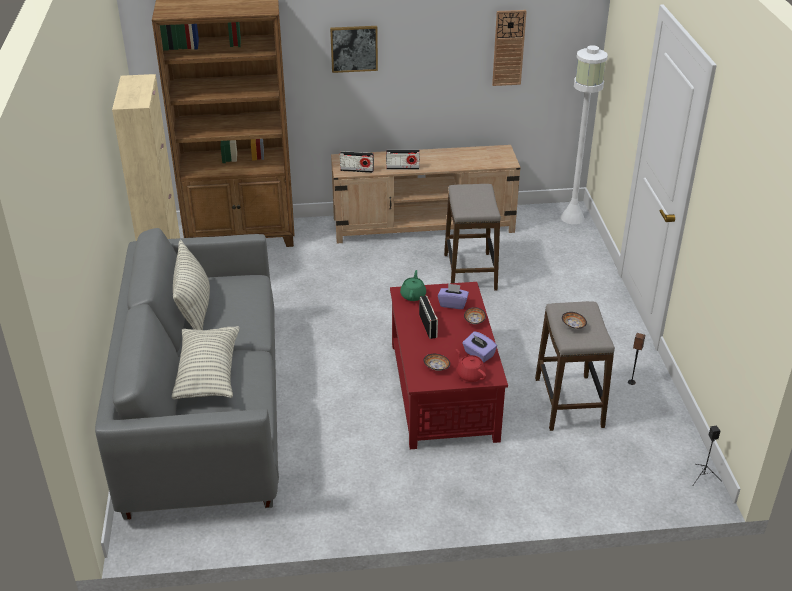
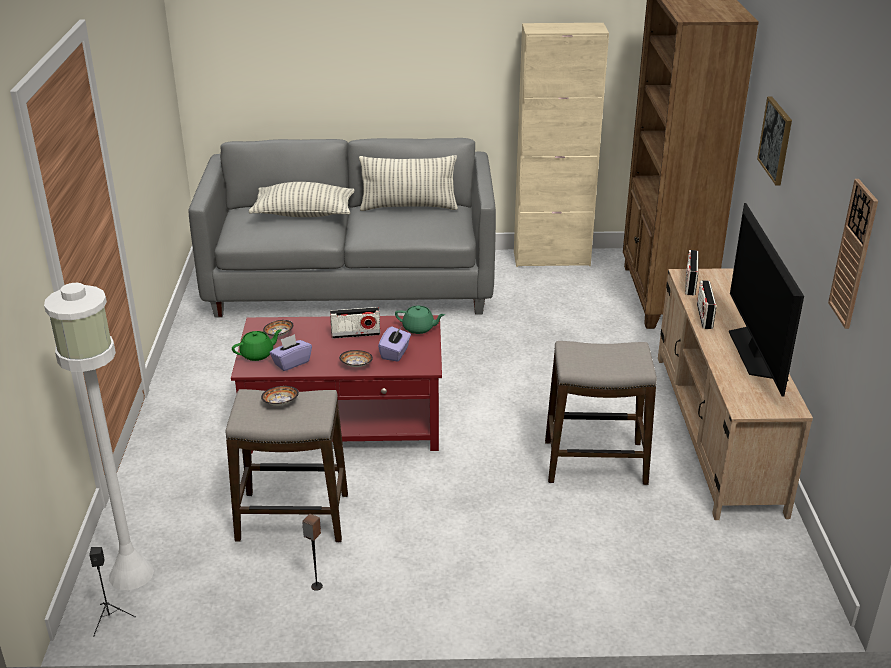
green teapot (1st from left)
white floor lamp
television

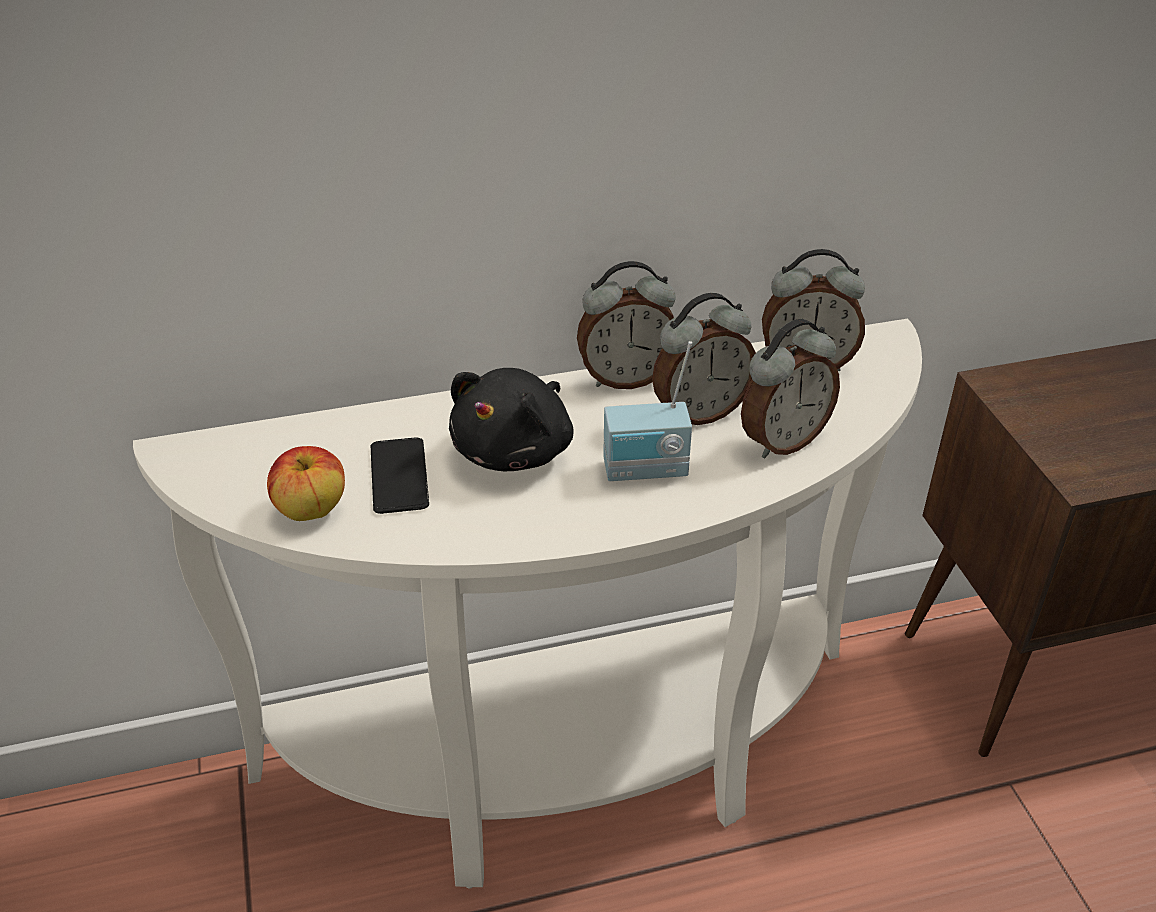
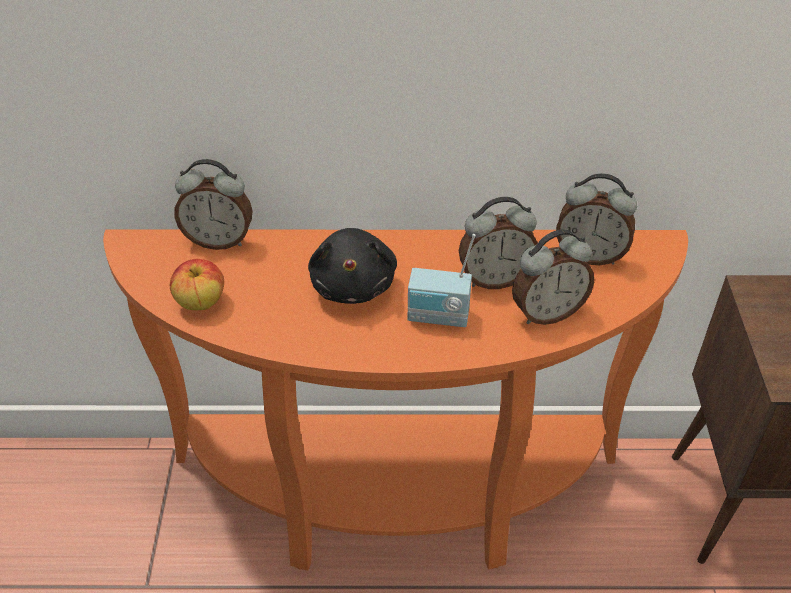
orange console table
phone
black plush toy
alarm clock (1st from left)

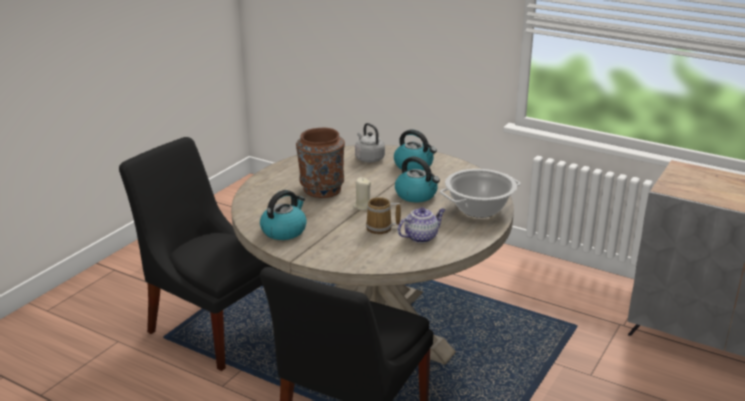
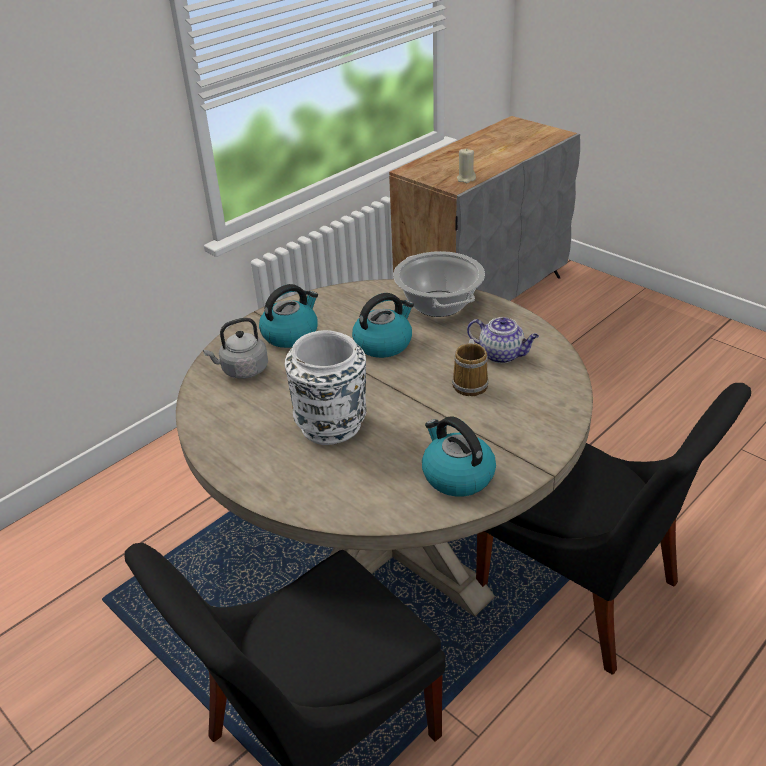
white vase
beige candle
teapot

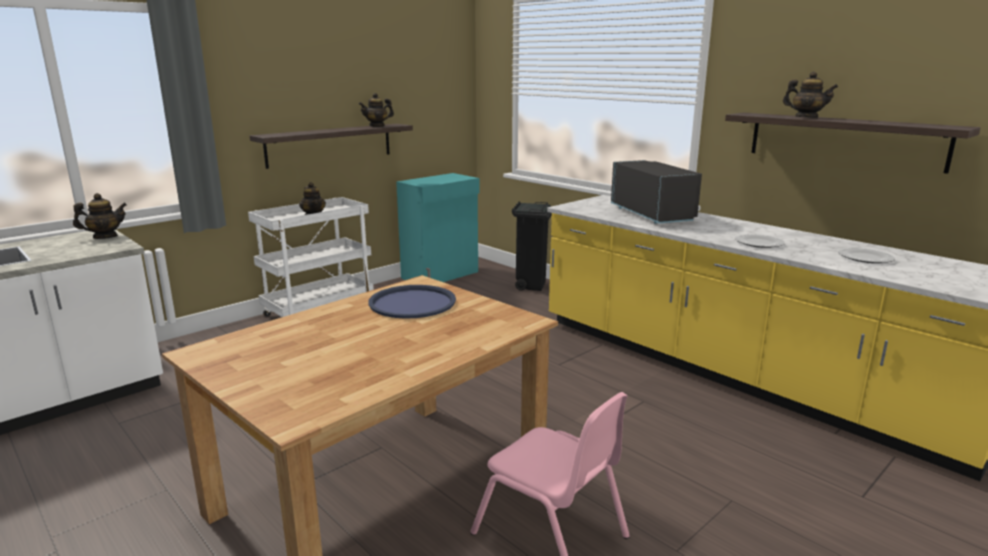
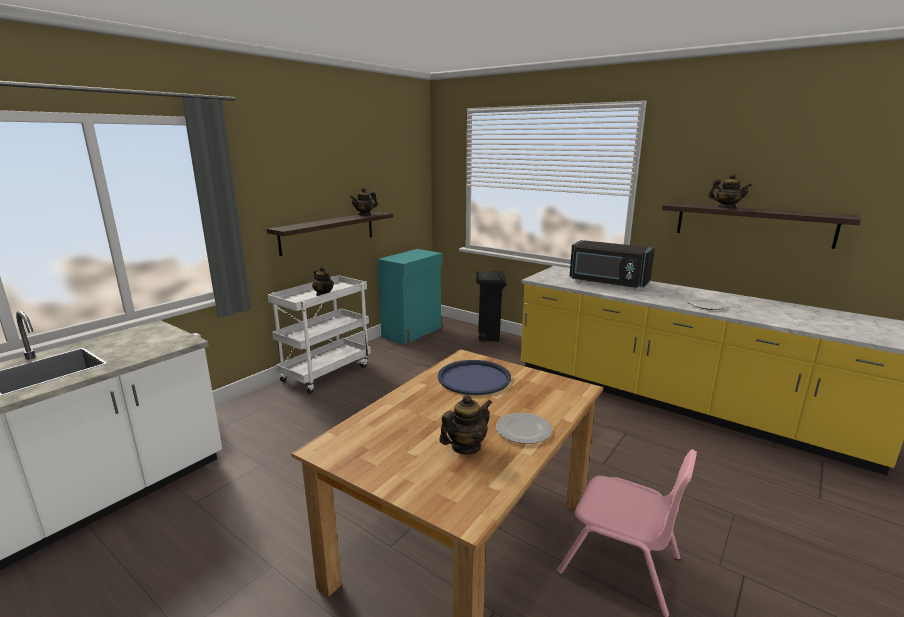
teapot (3rd from left)
black microwave
plate (1st from left)

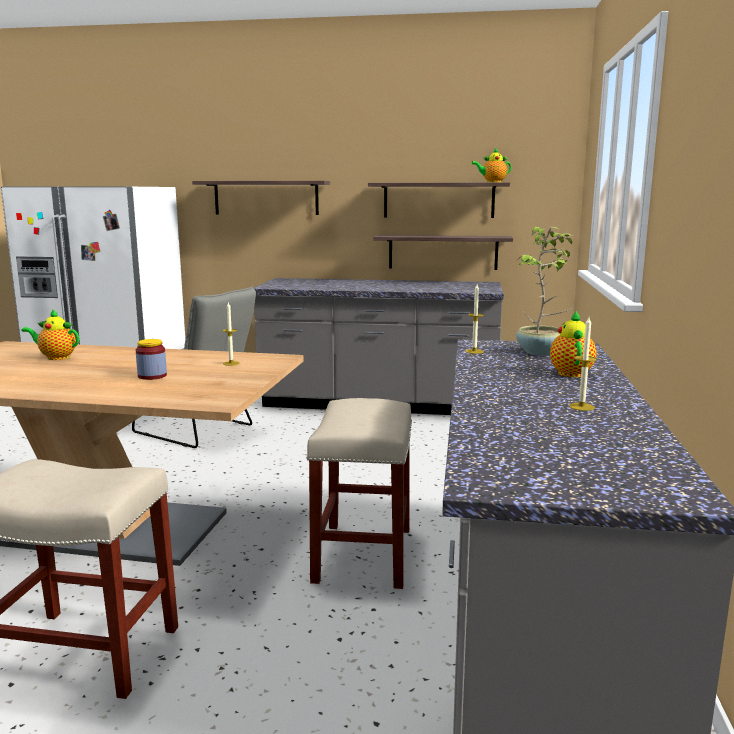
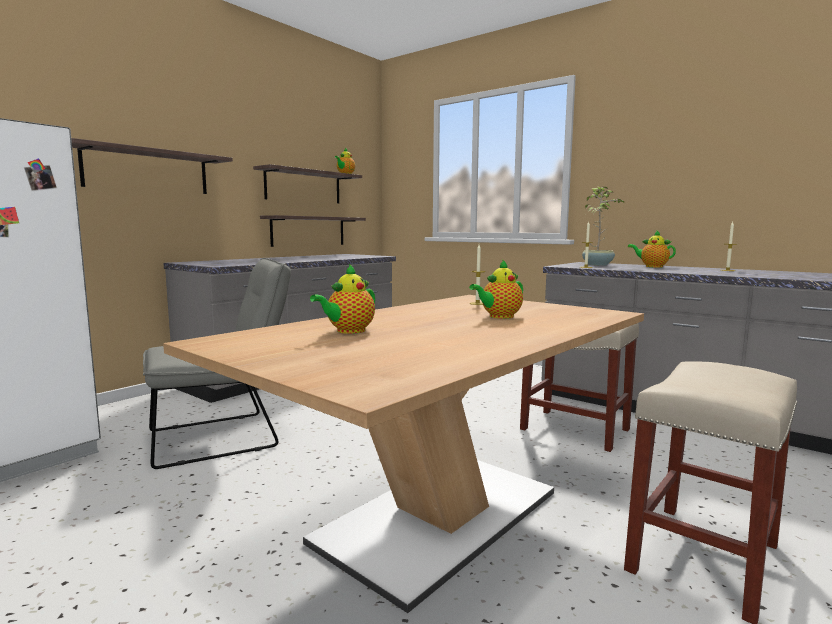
teapot (3rd from left)

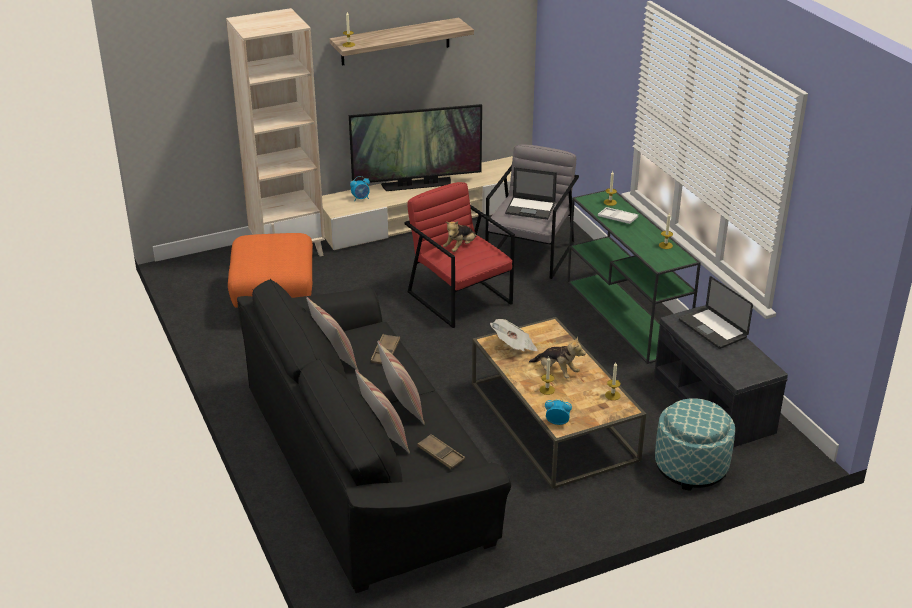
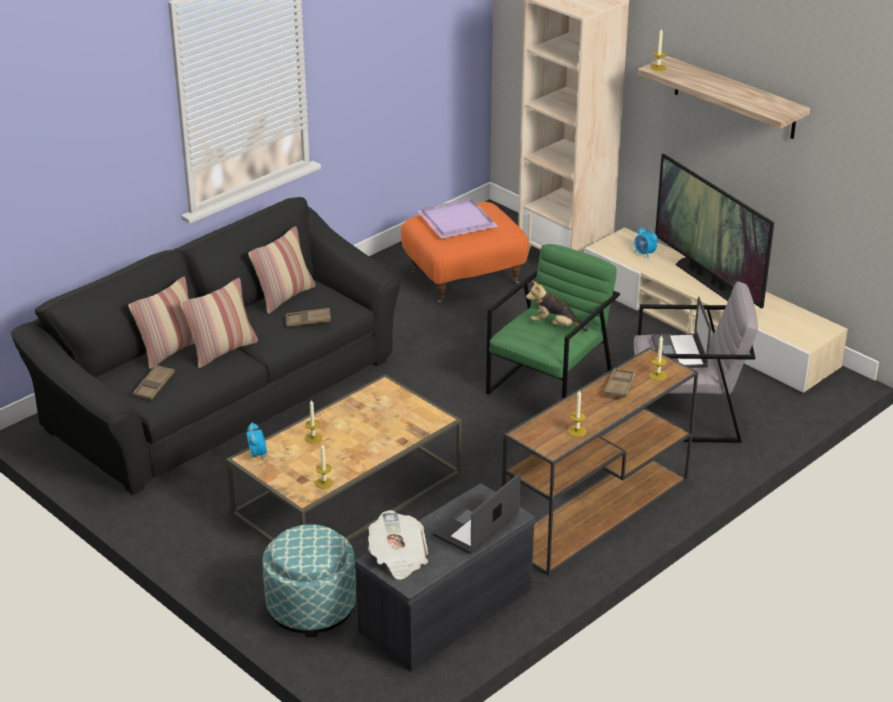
green armchair
newspaper
plush toy (2nd from left in the first image)
brown console table
brown tray (3rd from left)
purple tray

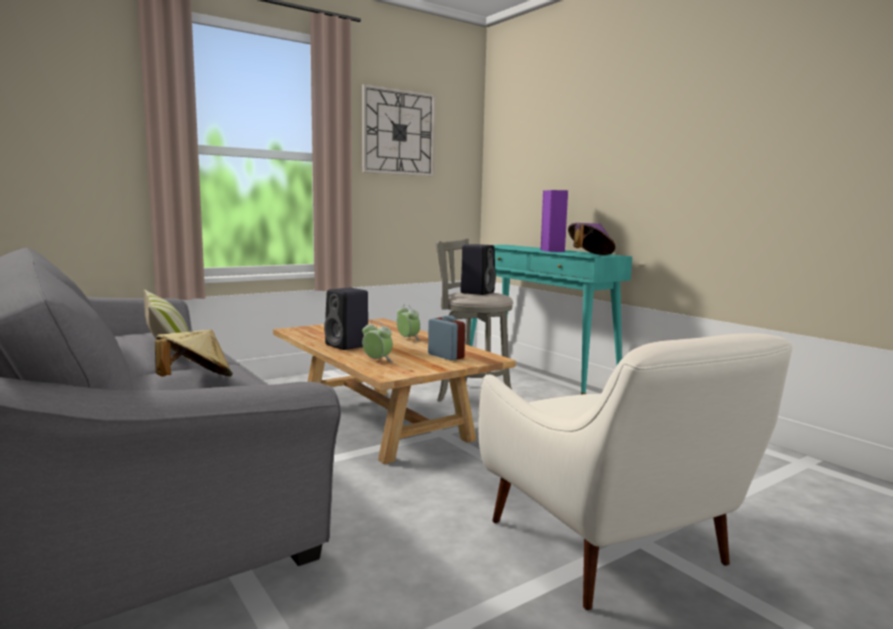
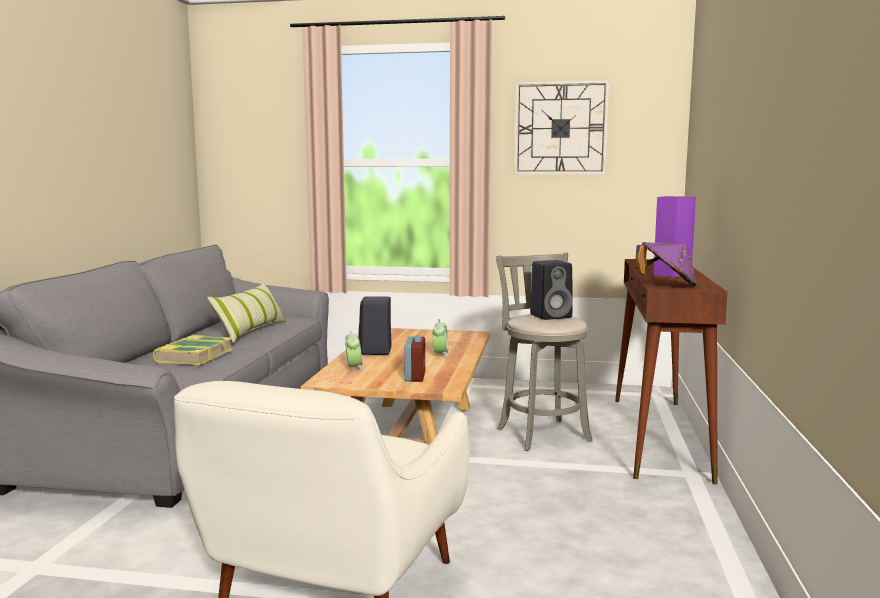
book
brown console table

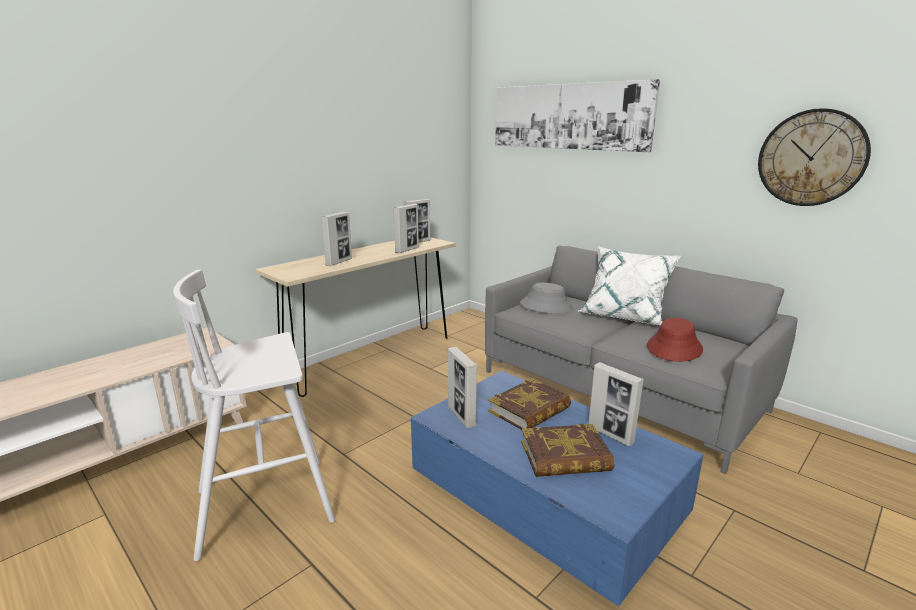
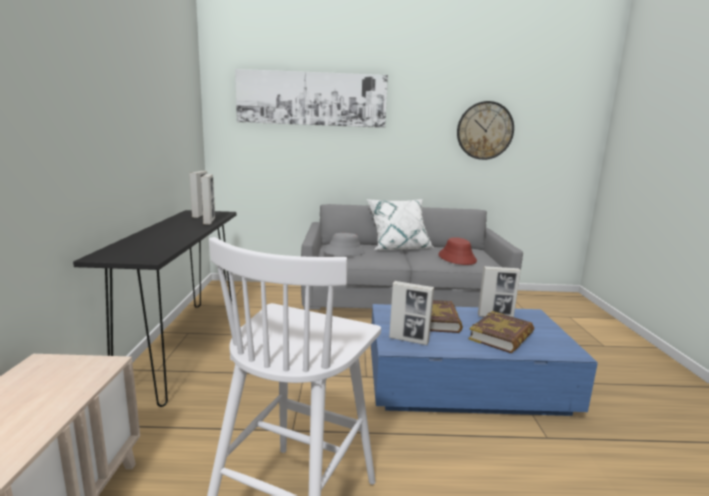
black console table
picture frame (1st from left in the first image)

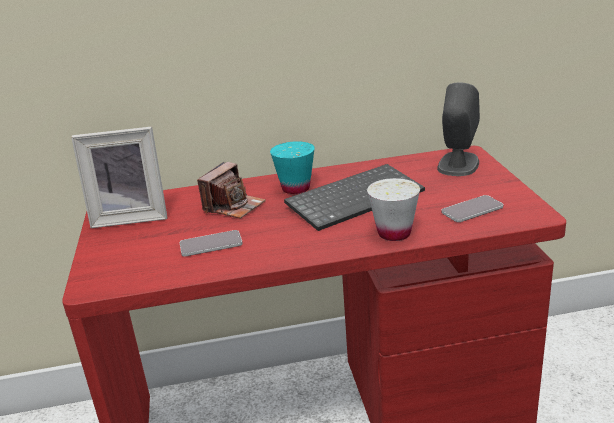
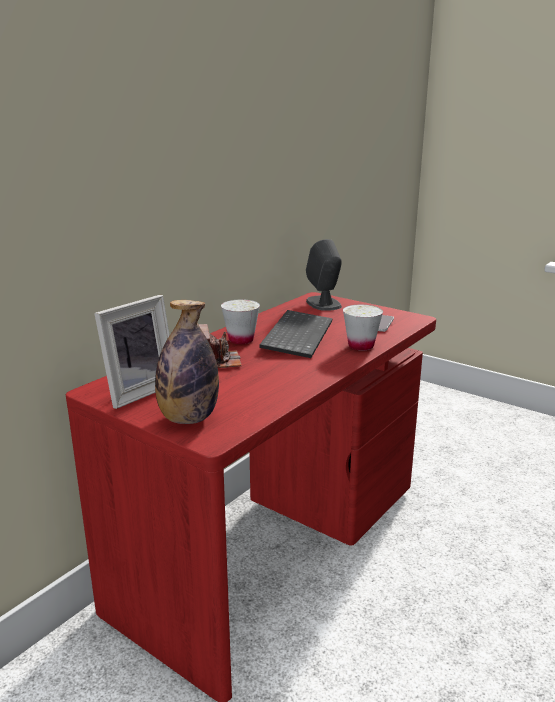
phone (1st from left in the first image)
white cup (1st from left)
bottle

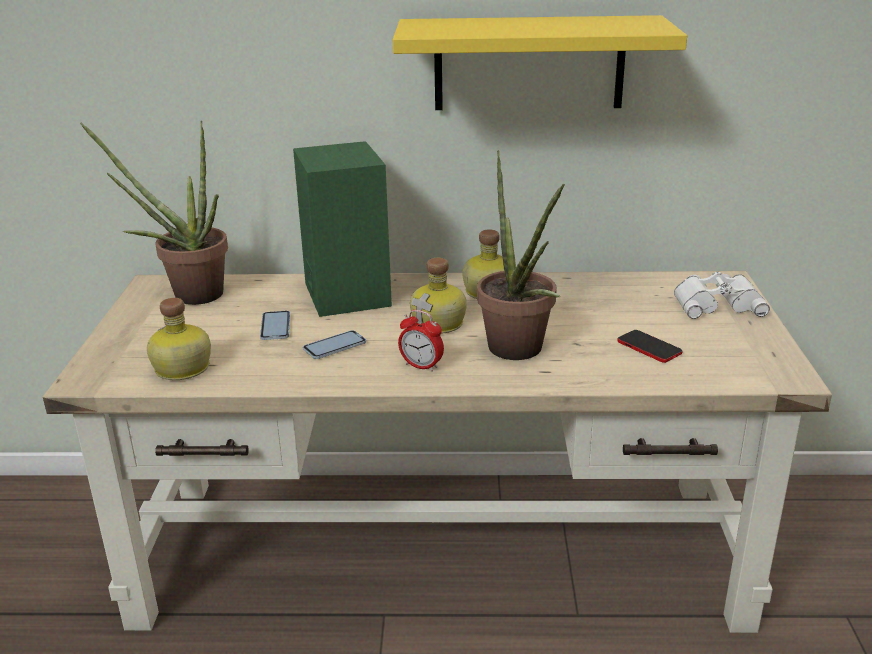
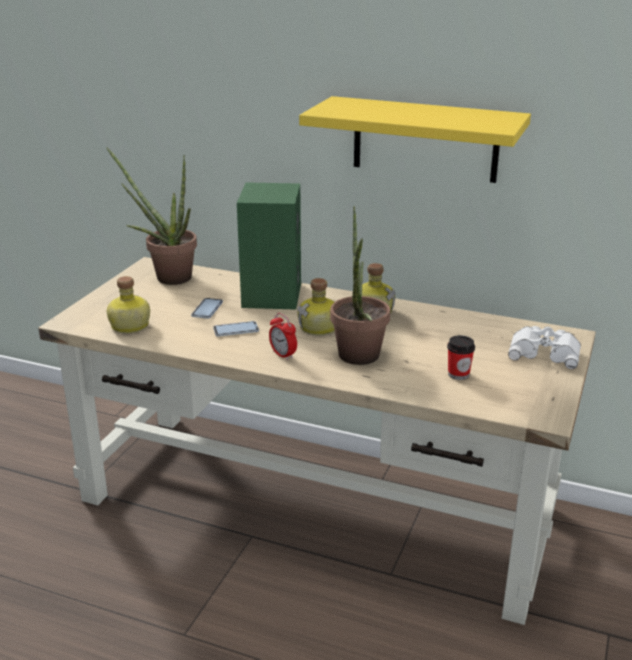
cup

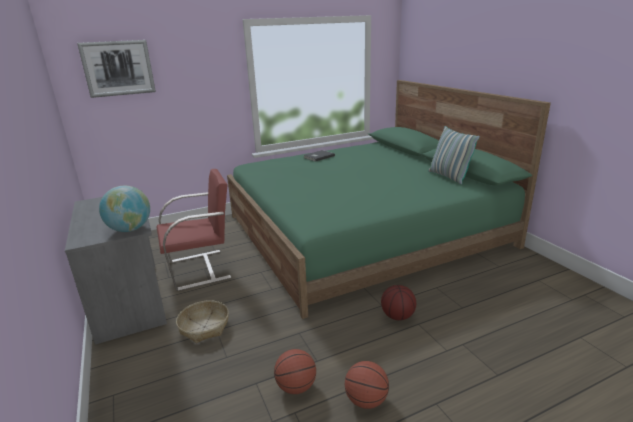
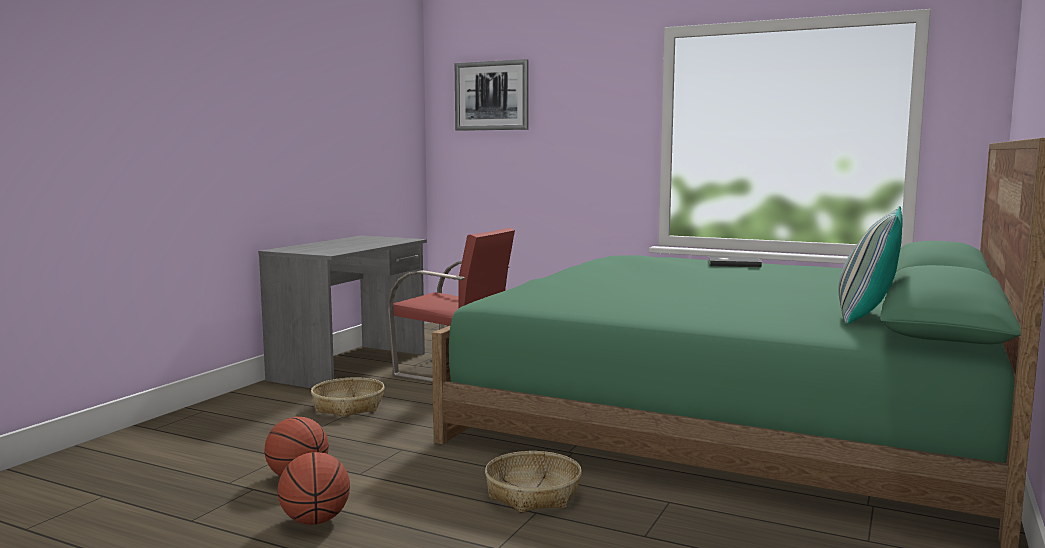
globe
basket (2nd from left)

